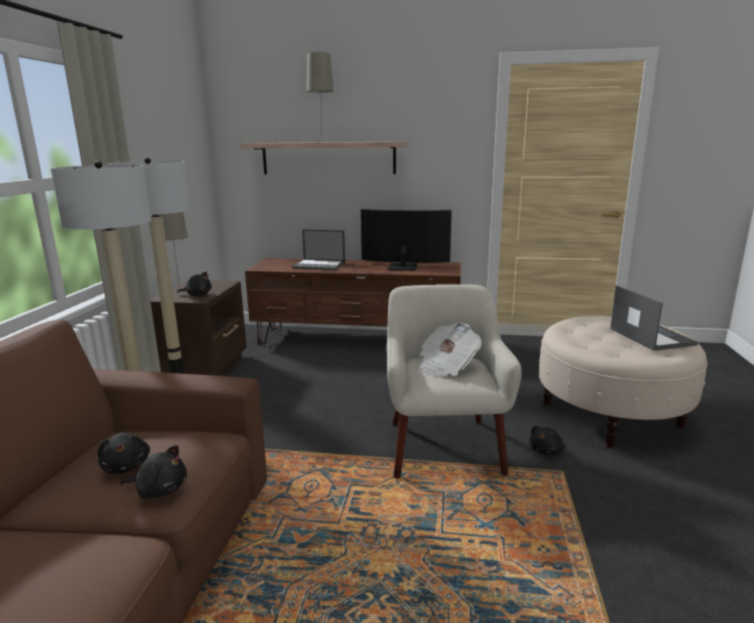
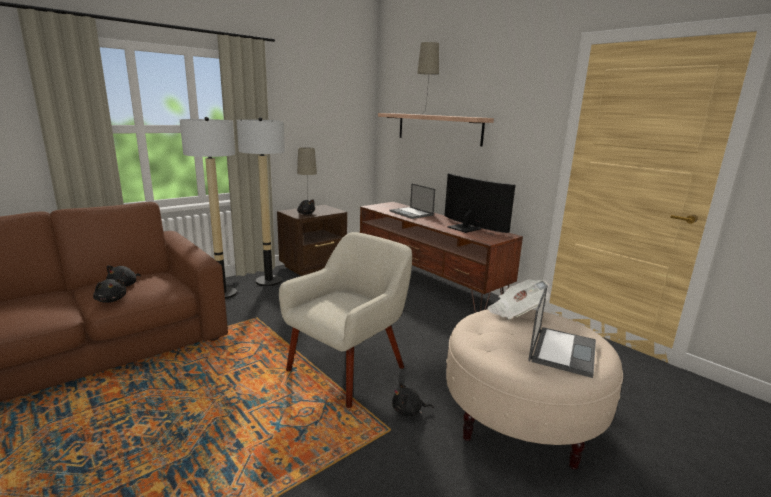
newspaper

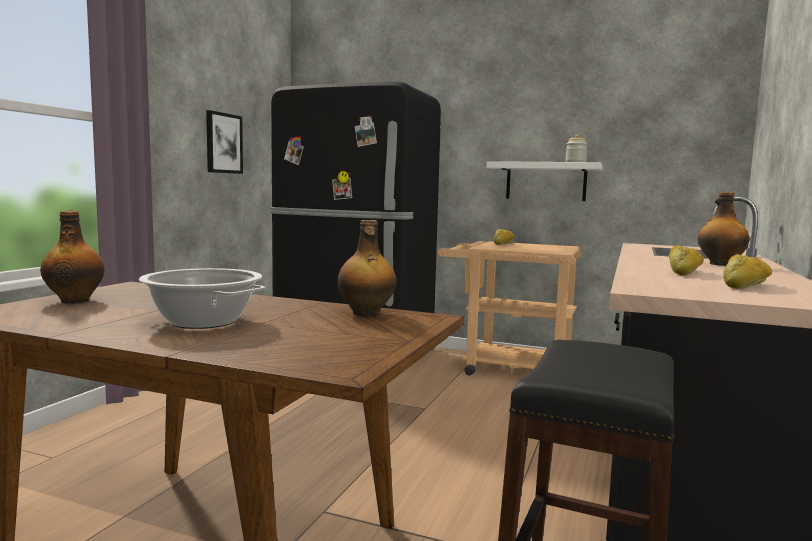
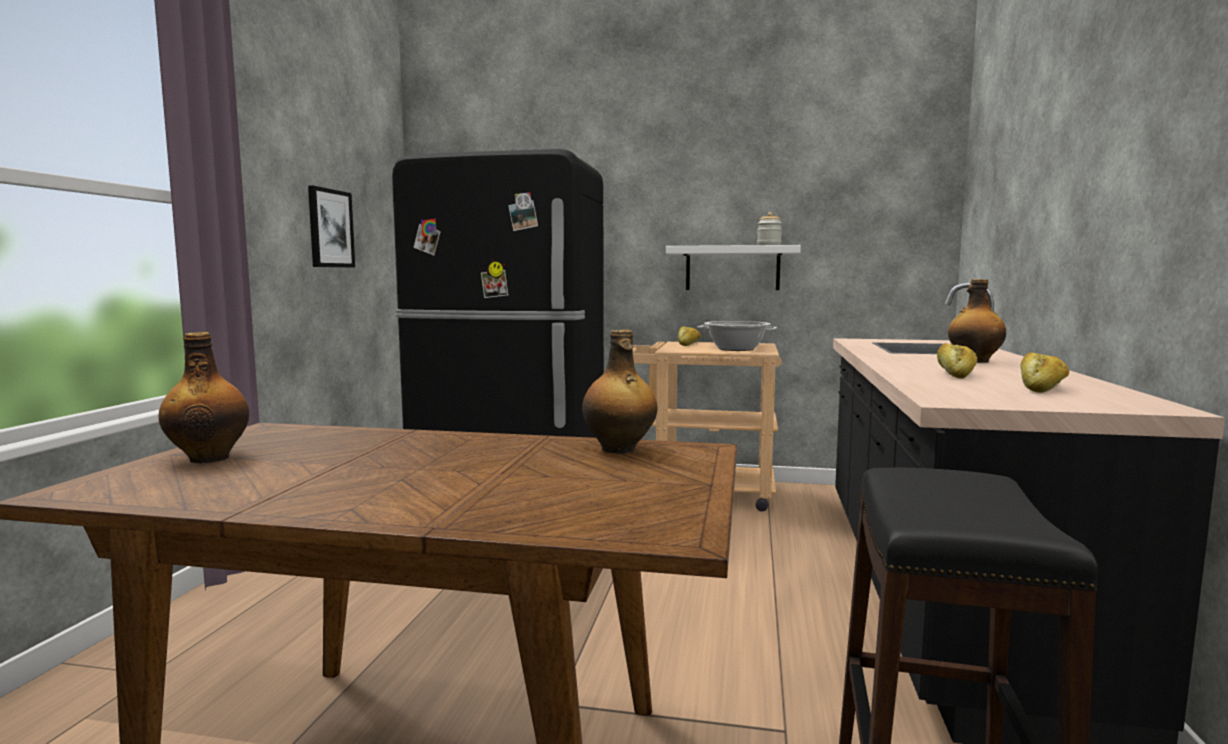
cooking pot

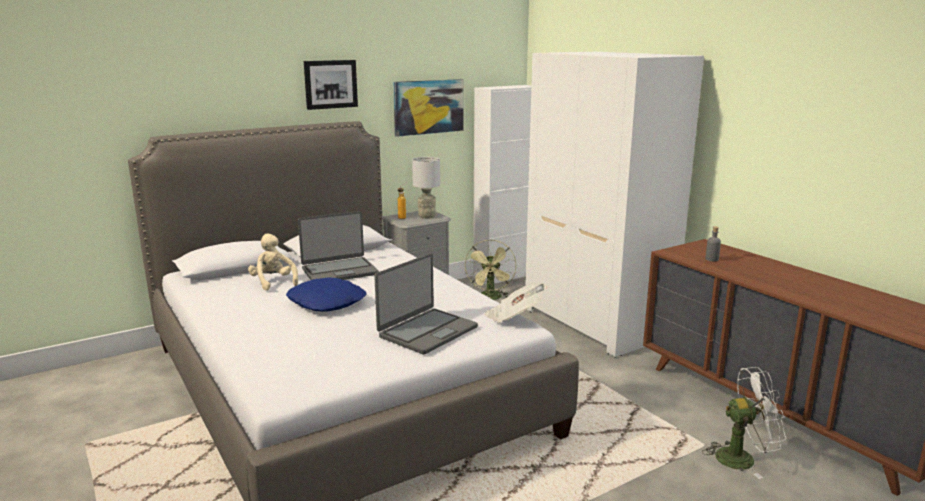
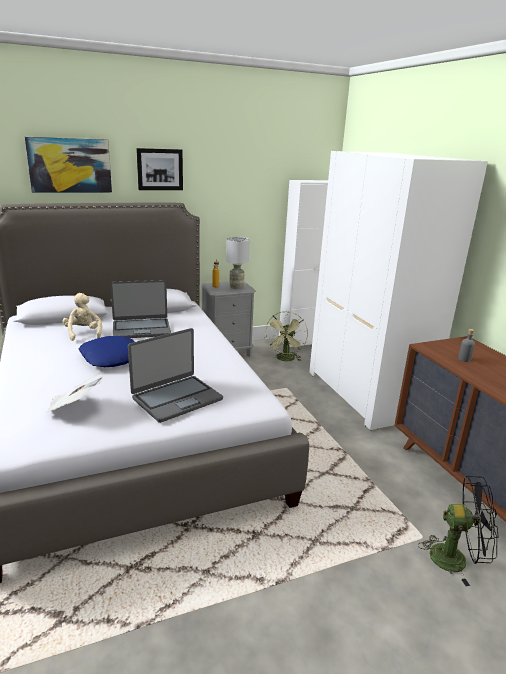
picture (1st from left)
newspaper
black fan

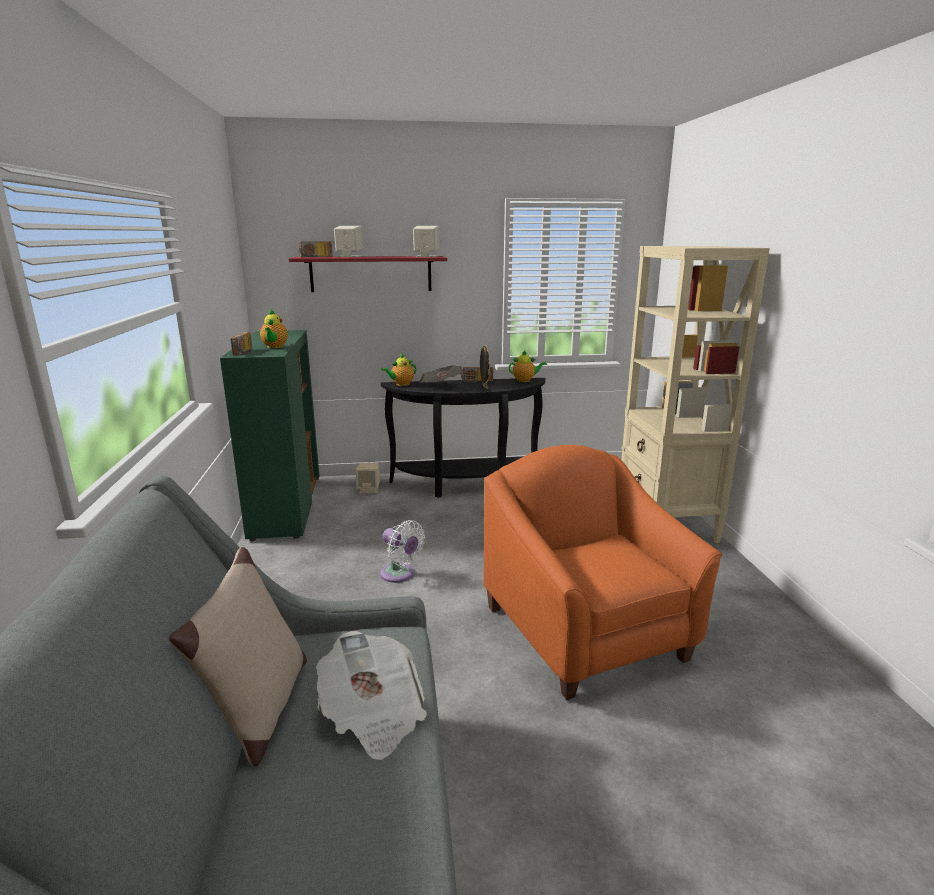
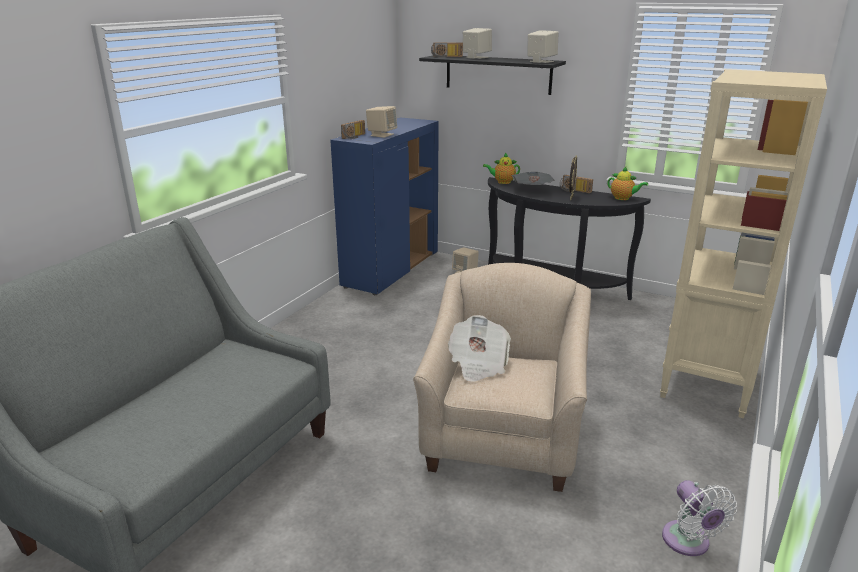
beige pillow
blue cabinet
beige speaker (1st from left)
black shelf
newspaper (1st from left)
white fan
beige armchair

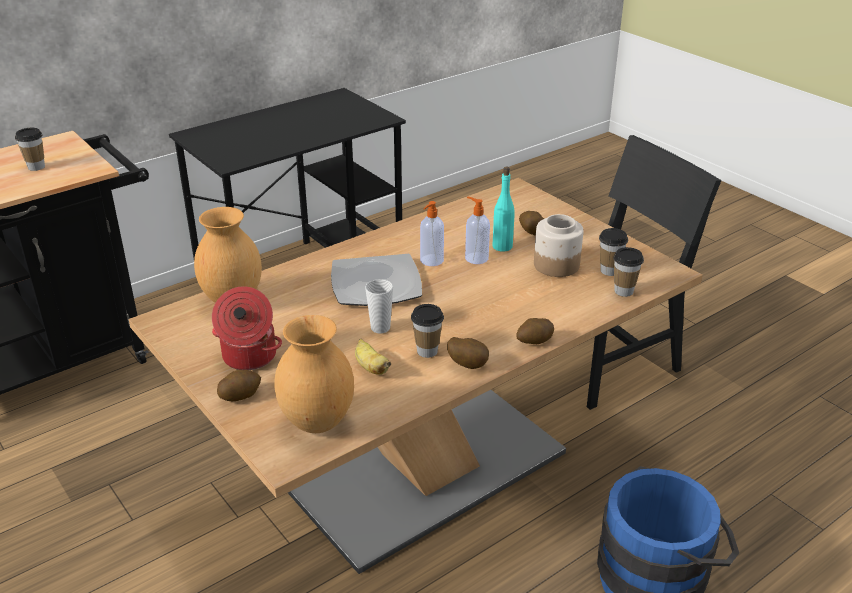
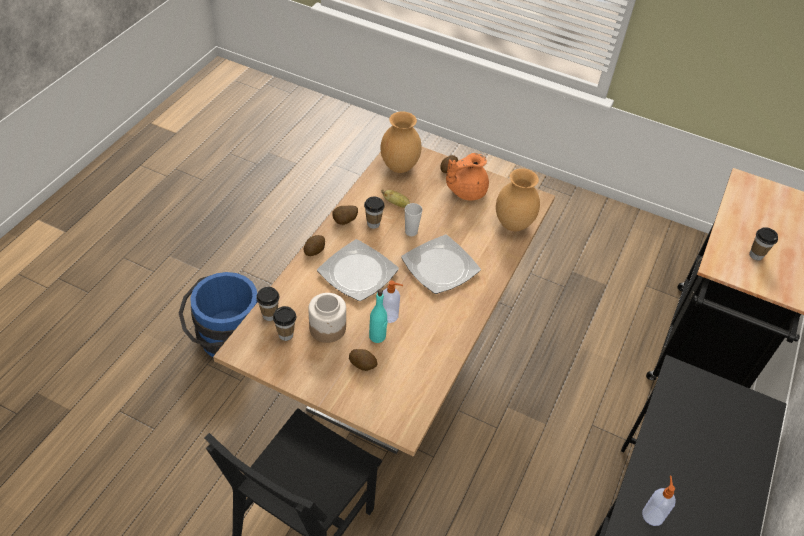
orange teapot
soap dispenser (2nd from left)
plate (1st from left)

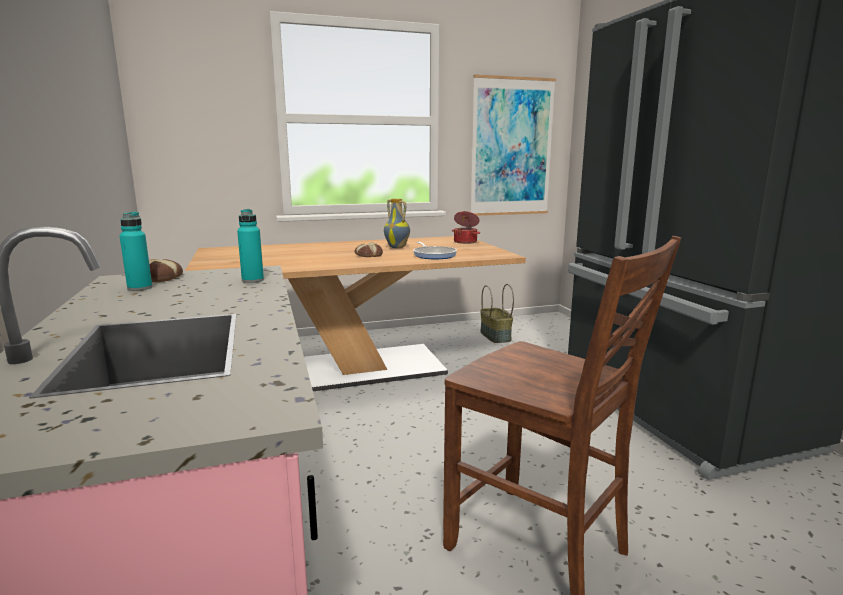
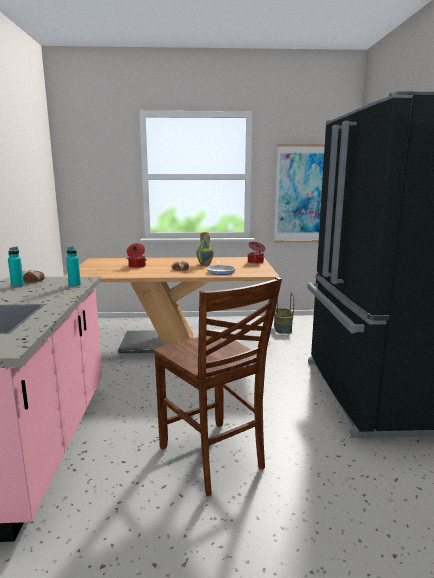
cooking pot (1st from left)

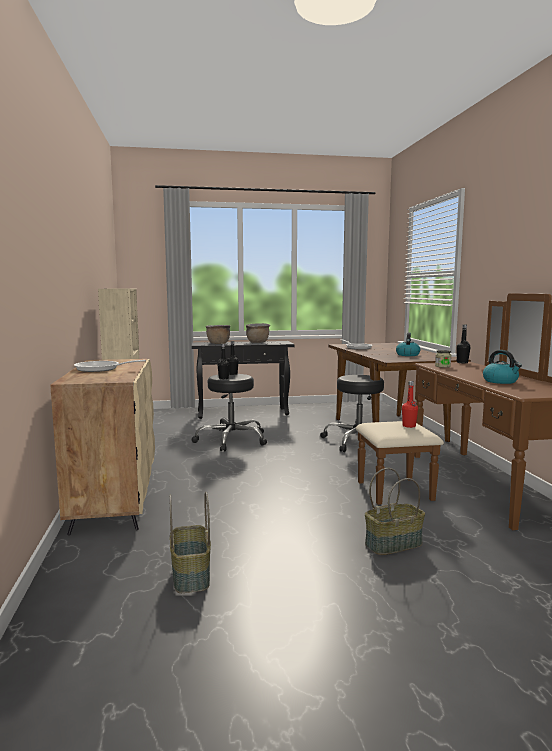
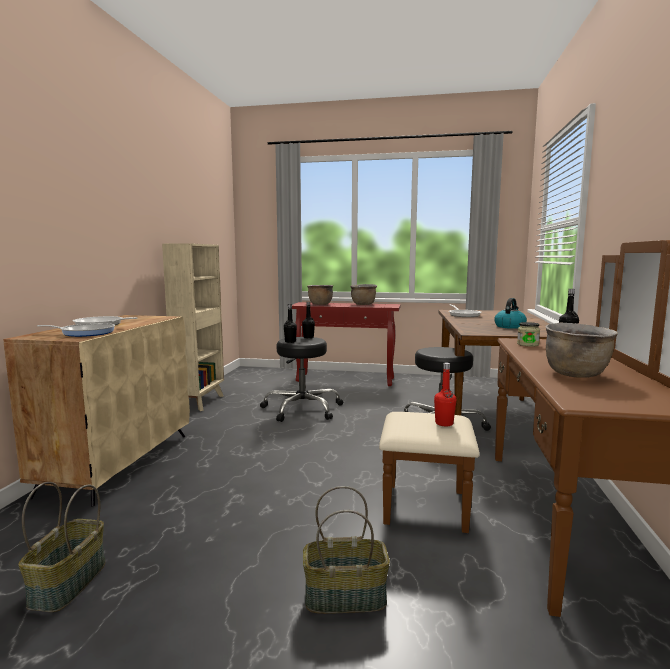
red console table
brown cooking pot (3rd from left)
frying pan (1st from left)

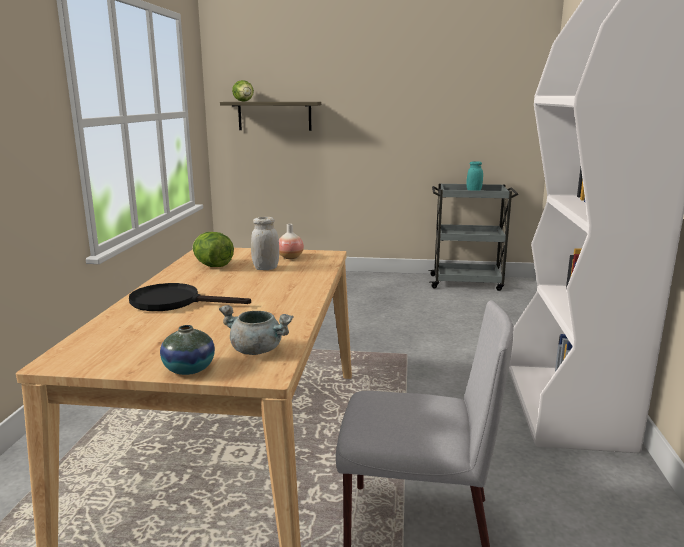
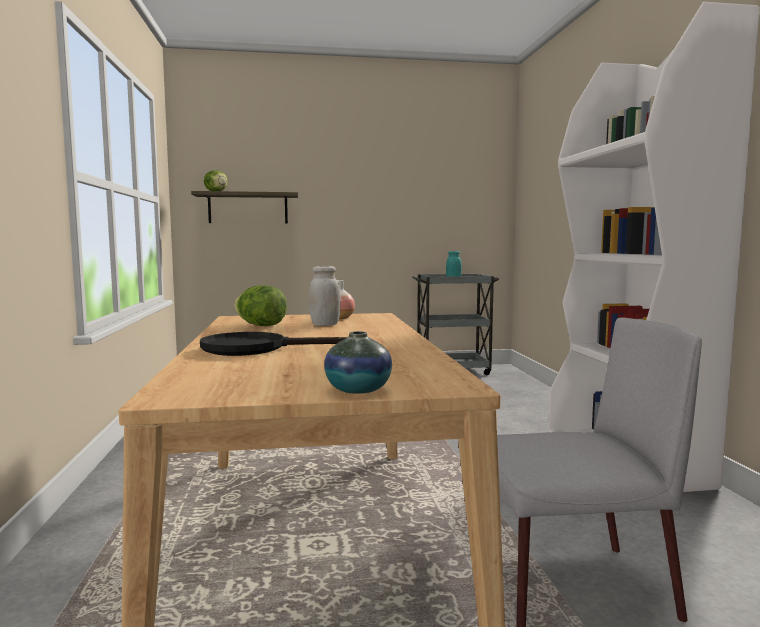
grey cooking pot

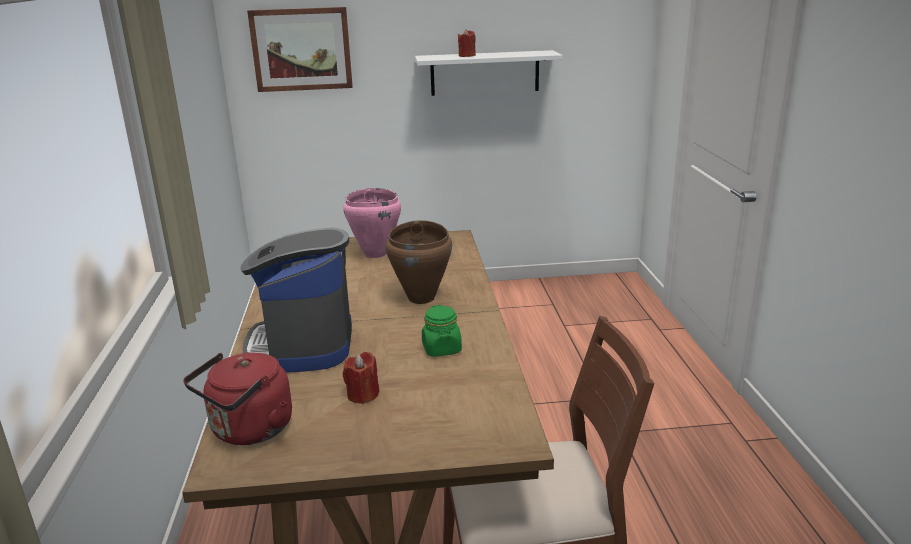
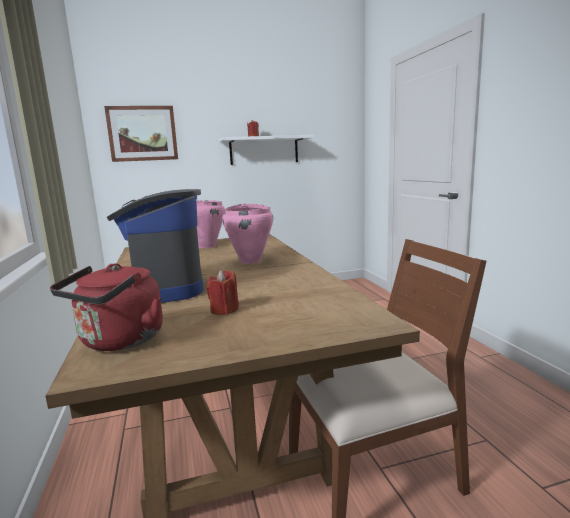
pink cooking pot (2nd from left)
green jar

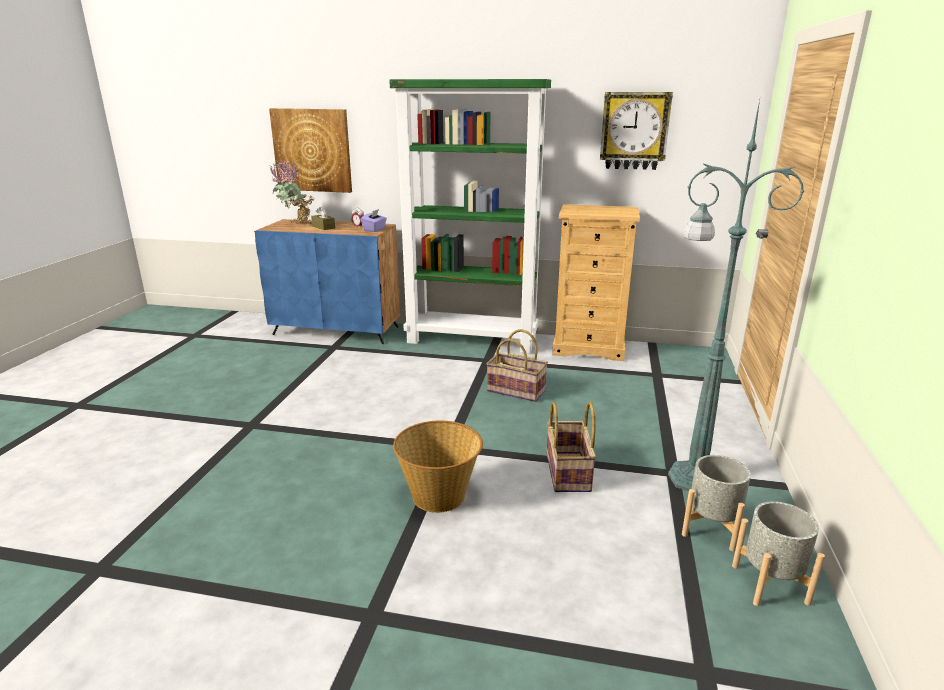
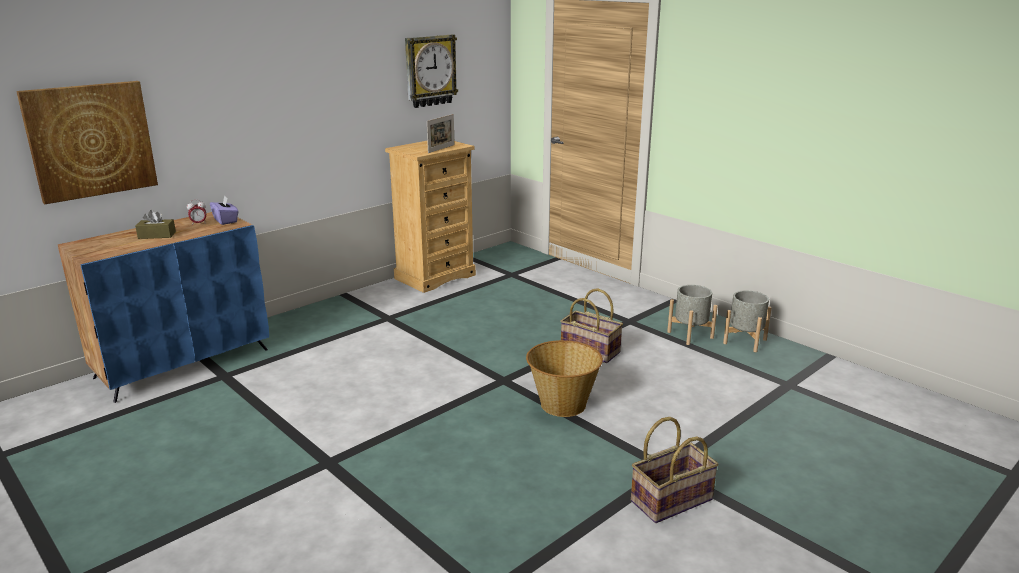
potted plant
green bookcase
basket (3rd from left)
green floor lamp
picture frame

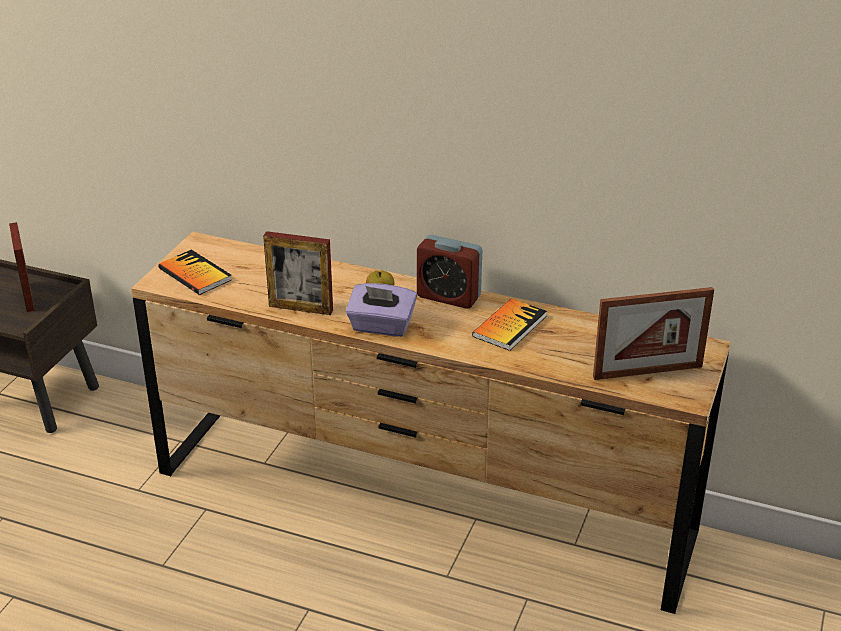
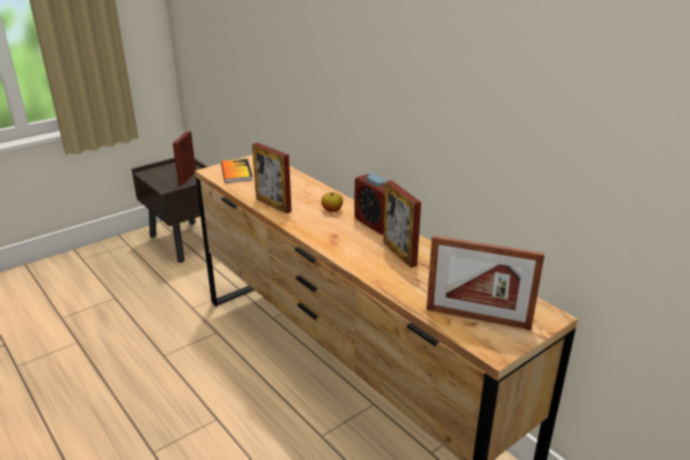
purple tissue box
picture frame (3rd from left)

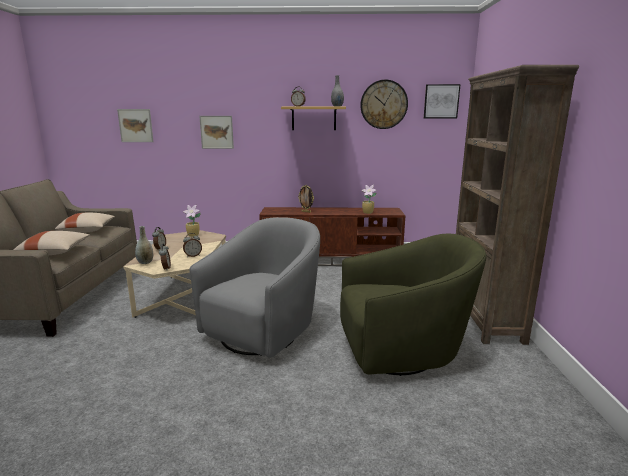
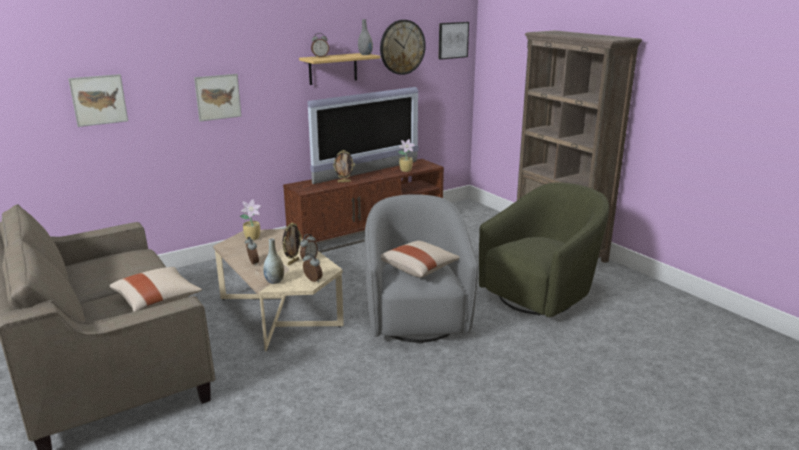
beige pillow (2nd from left)
picture frame (1st from left)
television

